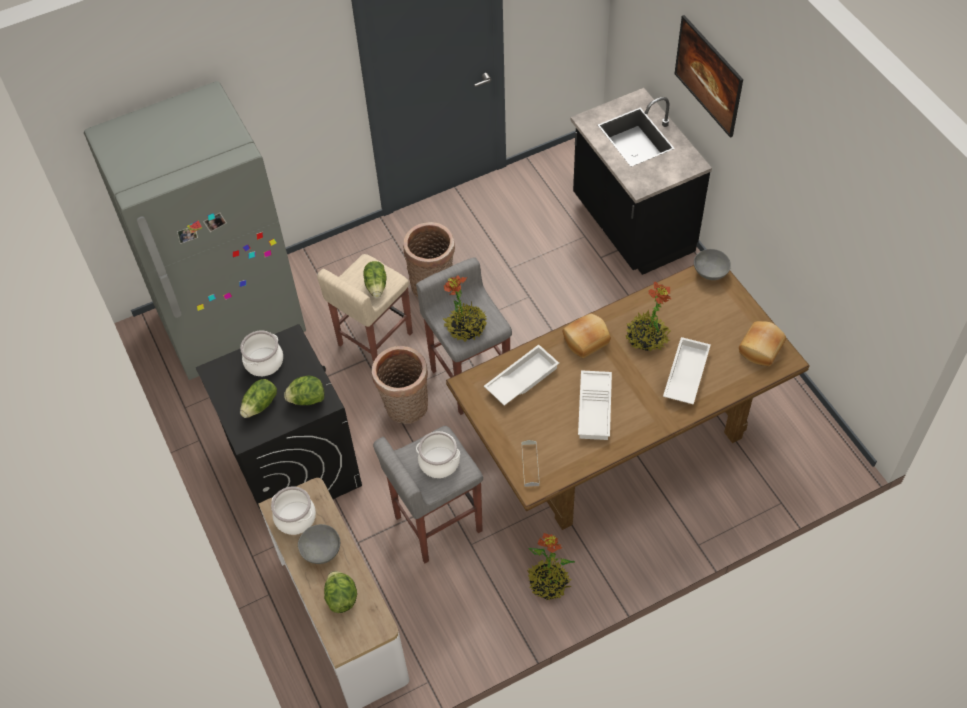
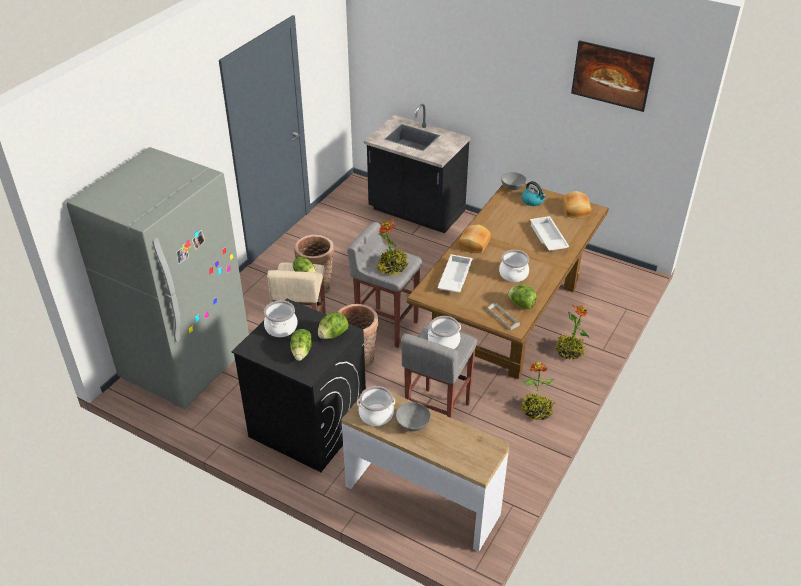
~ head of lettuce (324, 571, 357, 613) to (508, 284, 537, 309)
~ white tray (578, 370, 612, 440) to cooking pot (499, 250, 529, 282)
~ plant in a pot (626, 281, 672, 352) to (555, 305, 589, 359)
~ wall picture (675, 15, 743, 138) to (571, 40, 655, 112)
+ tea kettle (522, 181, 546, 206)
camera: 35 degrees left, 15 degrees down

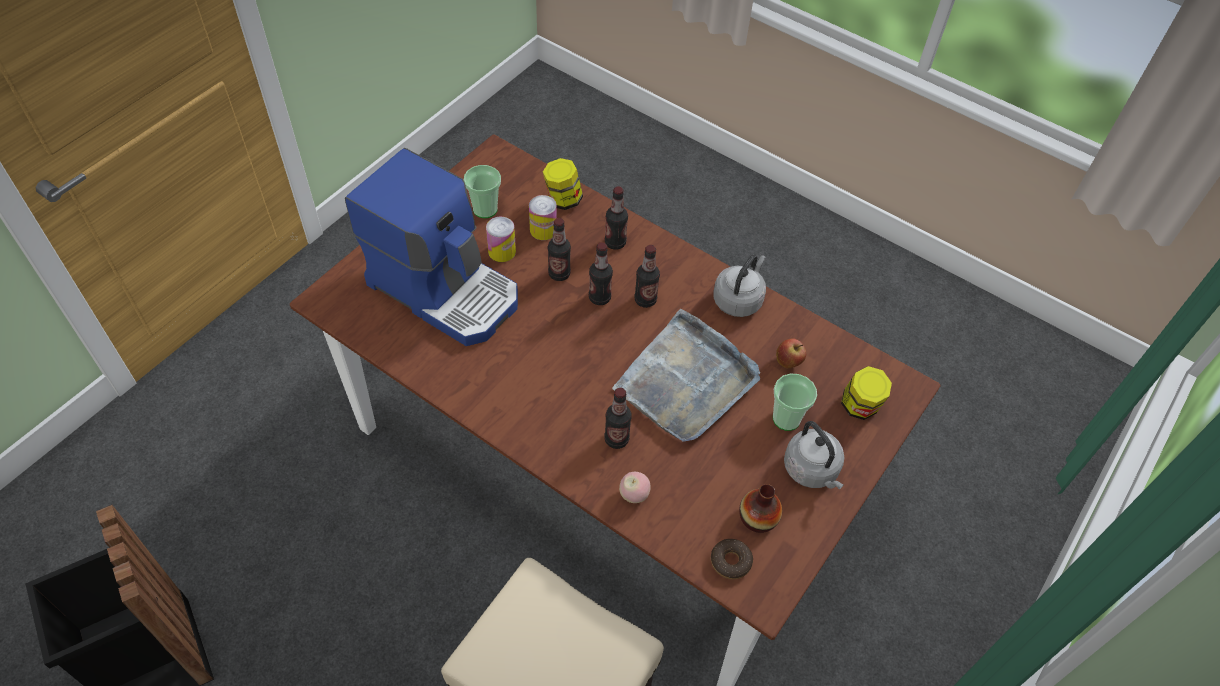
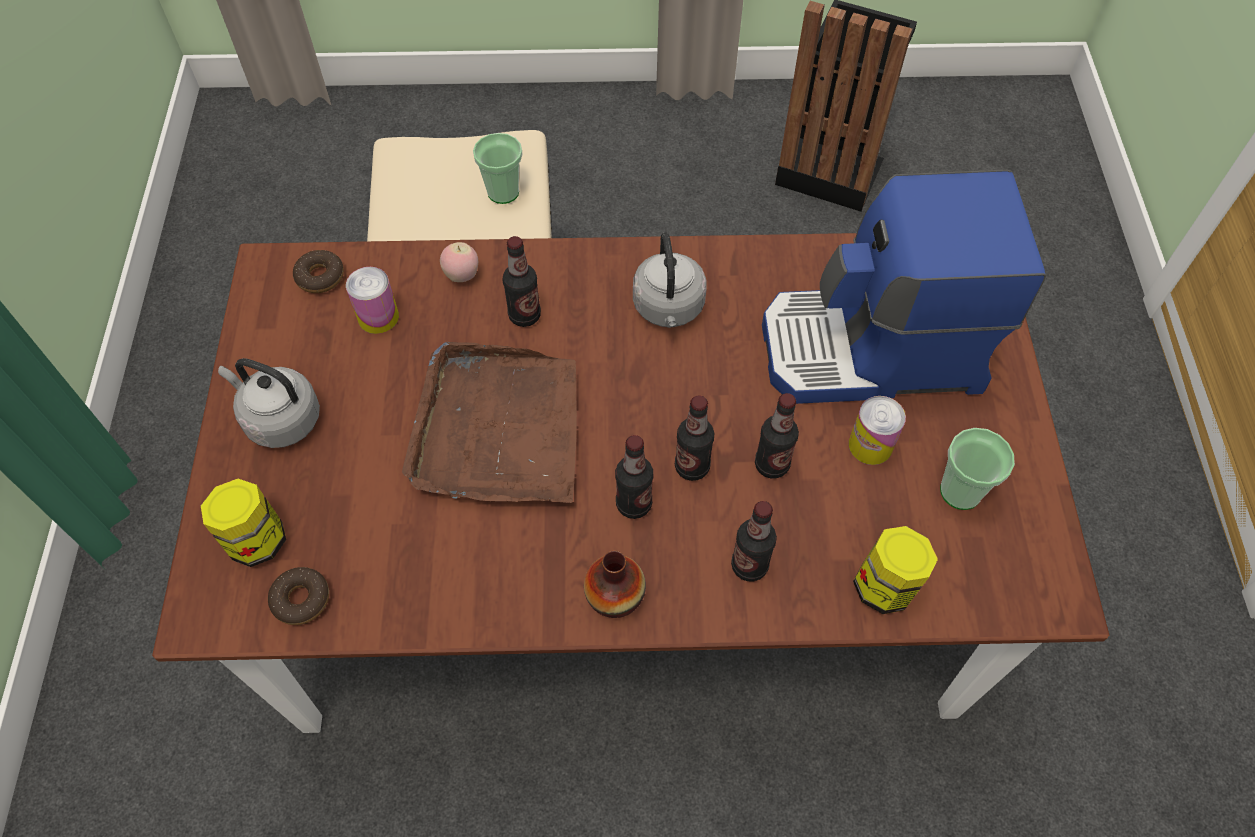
~ metal can (529, 195, 557, 240) to (346, 267, 399, 334)
~ greyish tray (612, 309, 760, 442) to brownish tray (402, 342, 577, 503)
~ greyish tea kettle (713, 254, 766, 317) to (633, 233, 707, 328)
~ flower vase (739, 484, 782, 533) to (584, 551, 646, 618)
~ small cup (773, 374, 817, 431) to (473, 133, 522, 204)
- whole apple (776, 338, 806, 368)
+ donut (268, 567, 329, 625)
camera: 145 degrees right, 5 degrees up

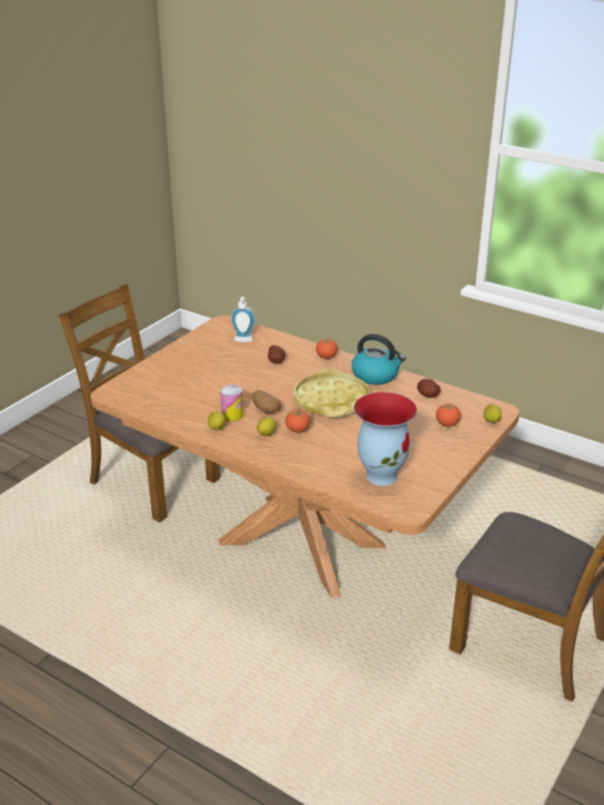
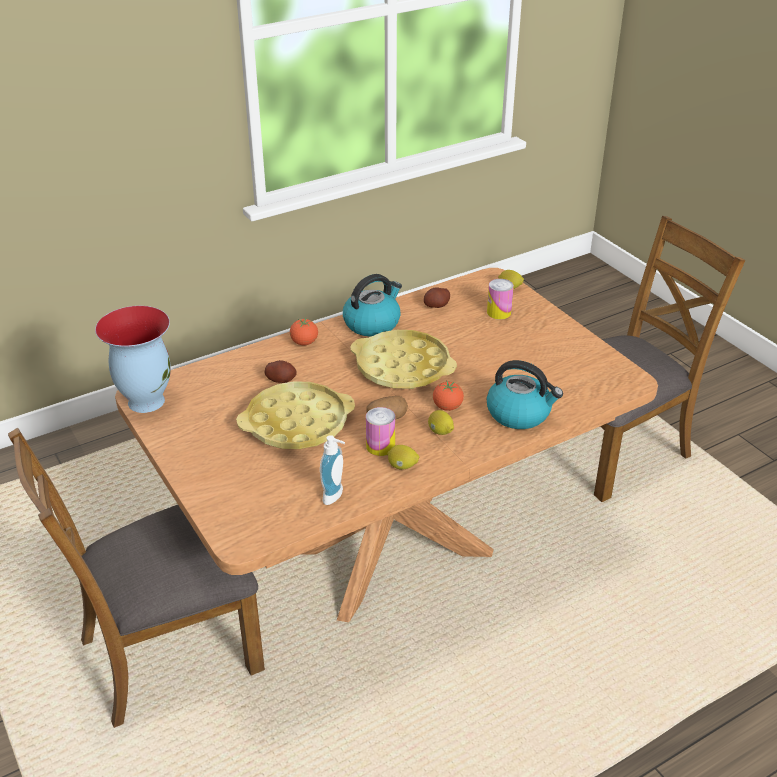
~ soap bottle (230, 297, 256, 342) to (320, 435, 345, 505)
~ flower vase (354, 392, 417, 486) to (95, 306, 171, 413)
~ fresh tomato (436, 404, 461, 427) to metal can (487, 279, 514, 320)
+ yellow-coloured tray (236, 381, 355, 449)
+ tea kettle (487, 360, 563, 429)
camera: 65 degrees left, 5 degrees up

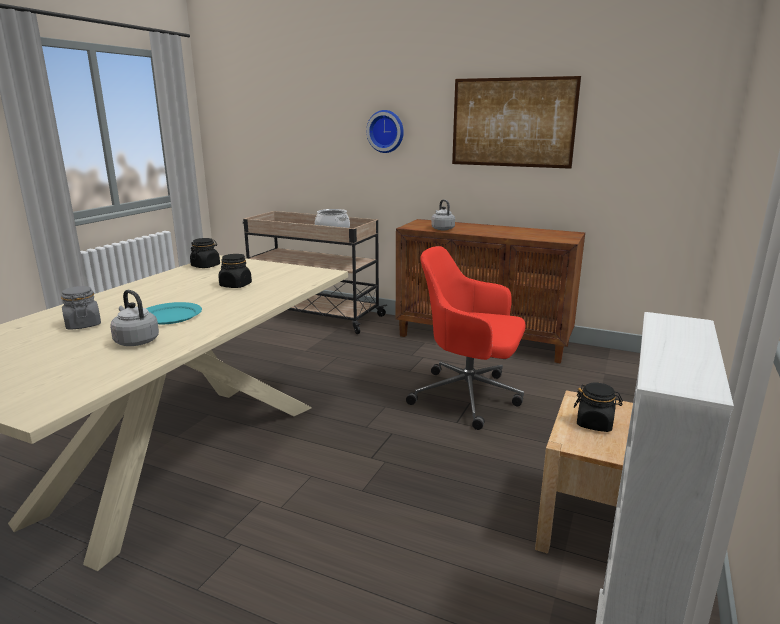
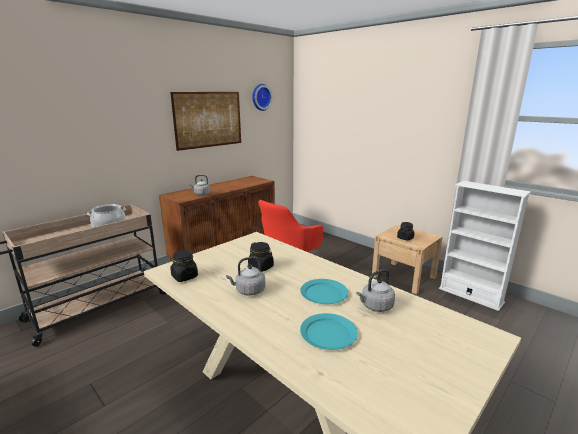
~ greyish jar (61, 286, 101, 330) to turquoise-coloured dinner plate (300, 313, 358, 350)
~ clock on the wall (366, 110, 404, 153) to (252, 84, 273, 111)
+ greyish tea kettle (226, 257, 265, 296)
camera: 70 degrees left, 0 degrees up

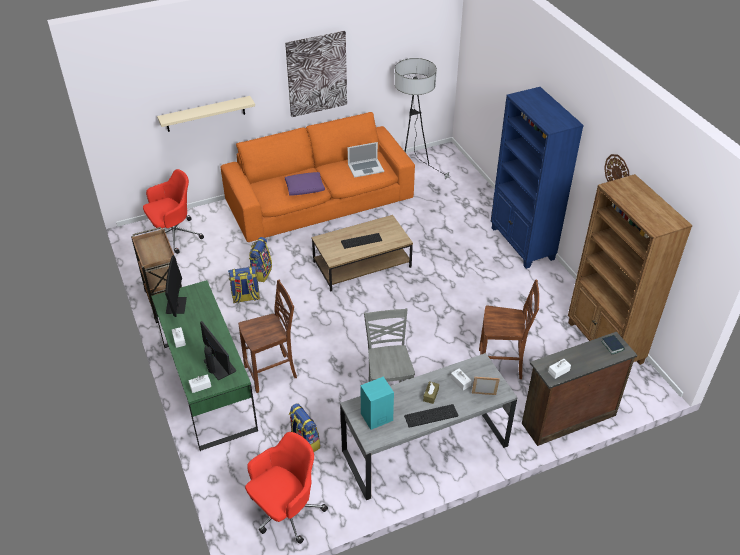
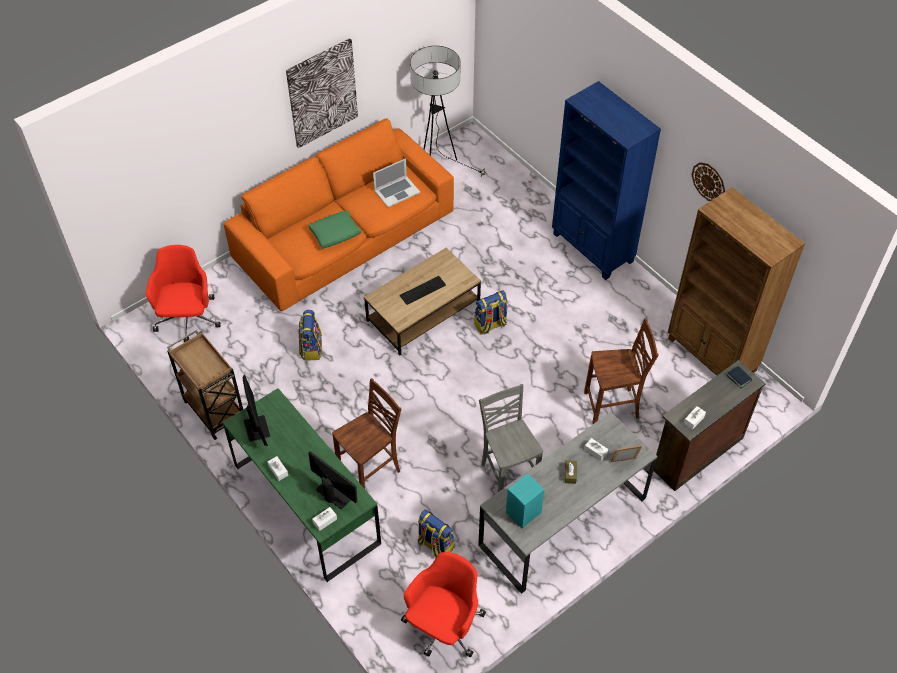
~ red-coloured office chair (143, 169, 204, 254) = (146, 245, 221, 342) 45 degrees counterclockwise
- sand-coloured wall shelf (157, 96, 255, 132)
~ rucksack (228, 266, 260, 303) to (474, 291, 508, 334)
~ purple-coloured cushion (285, 172, 325, 196) to green-coloured cushion (308, 210, 361, 249)
- keyboard (404, 404, 458, 428)
camera: 15 degrees left, 10 degrees up

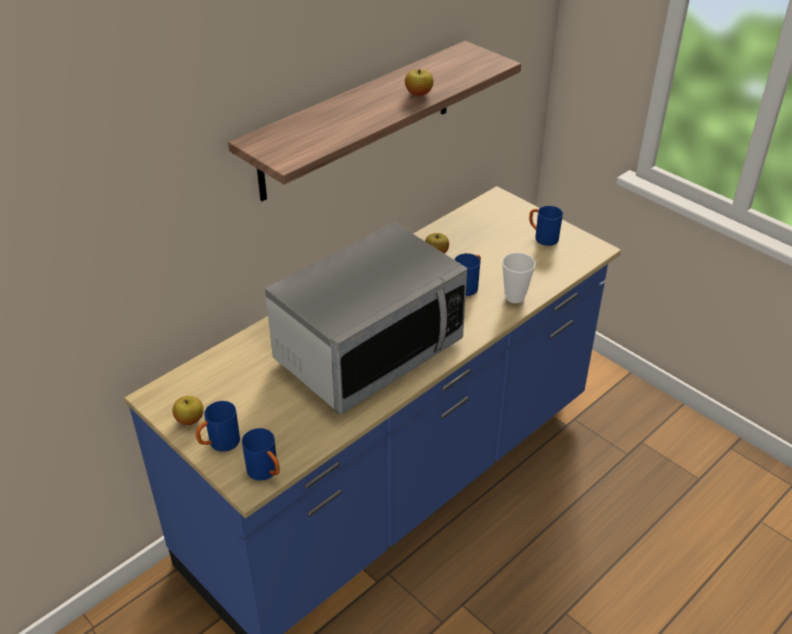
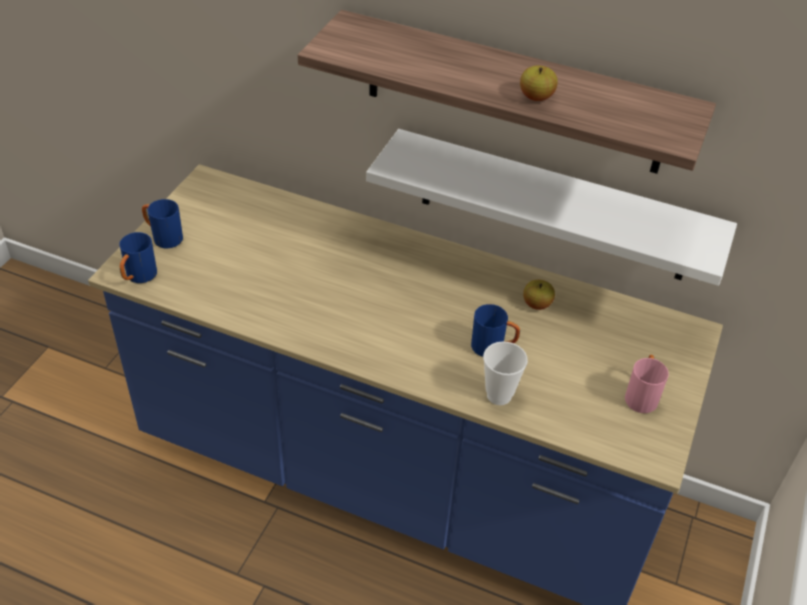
- whole apple (172, 396, 204, 425)
- microwave oven (265, 222, 467, 414)
~ blue tea mug (529, 206, 563, 246) to pinkish tea mug (625, 355, 669, 413)
+ white wall shelf (366, 129, 737, 286)
camera: 65 degrees right, 5 degrees up

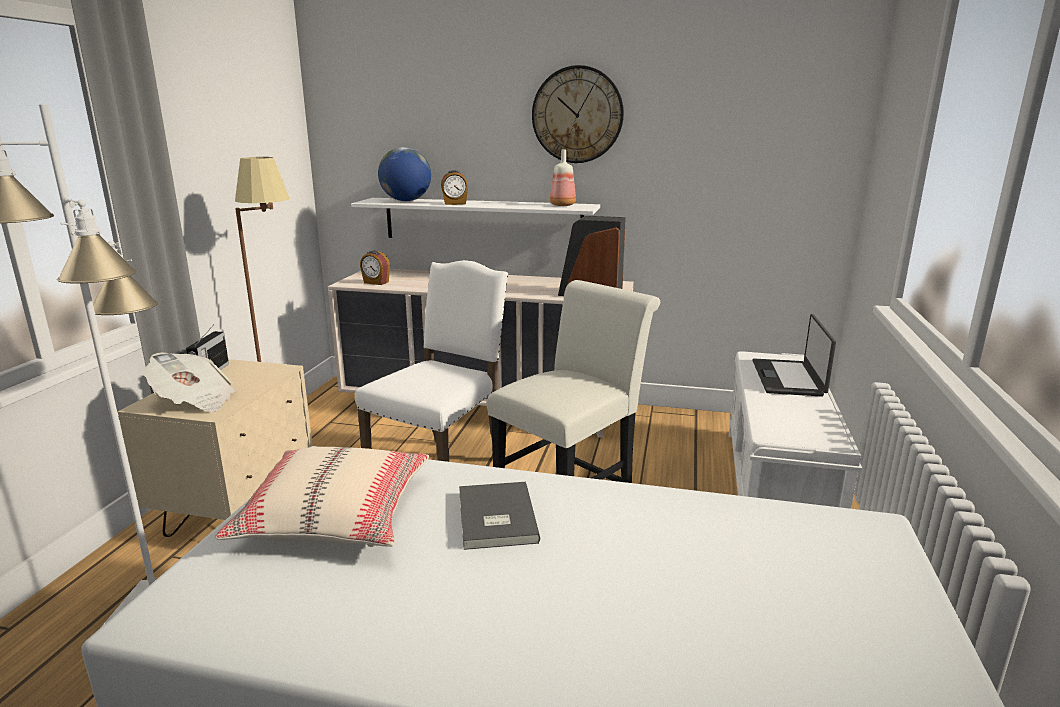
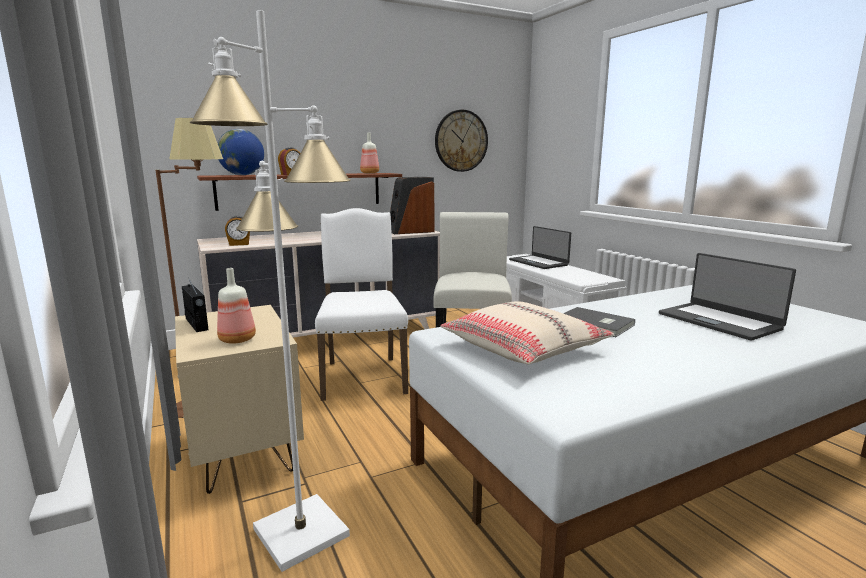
~ printed paper (142, 352, 237, 412) to drink bottle (217, 268, 256, 344)
~ white wall shelf (351, 198, 600, 238) to brownish wall shelf (197, 173, 402, 211)
~ clock on the wall (532, 65, 624, 163) to (435, 110, 488, 172)
+ portable computer (659, 253, 796, 341)
camera: 40 degrees left, 5 degrees down

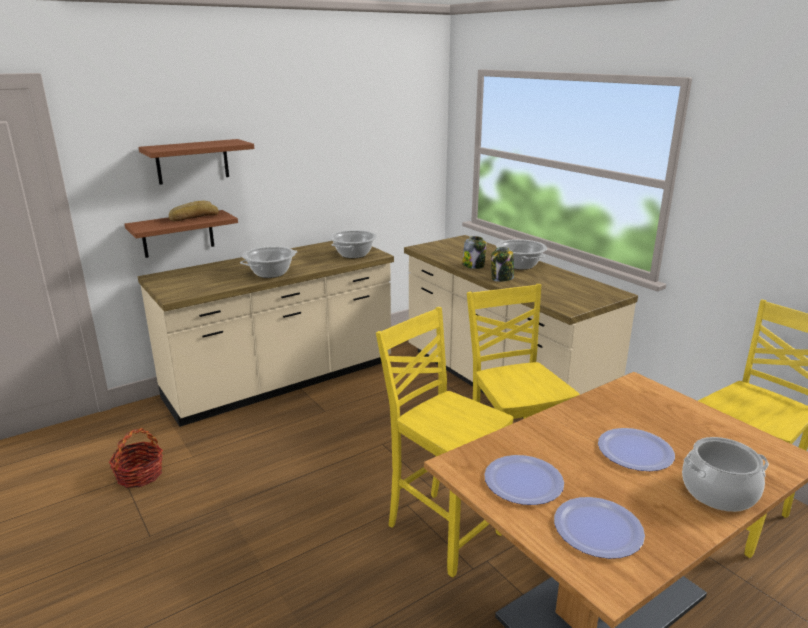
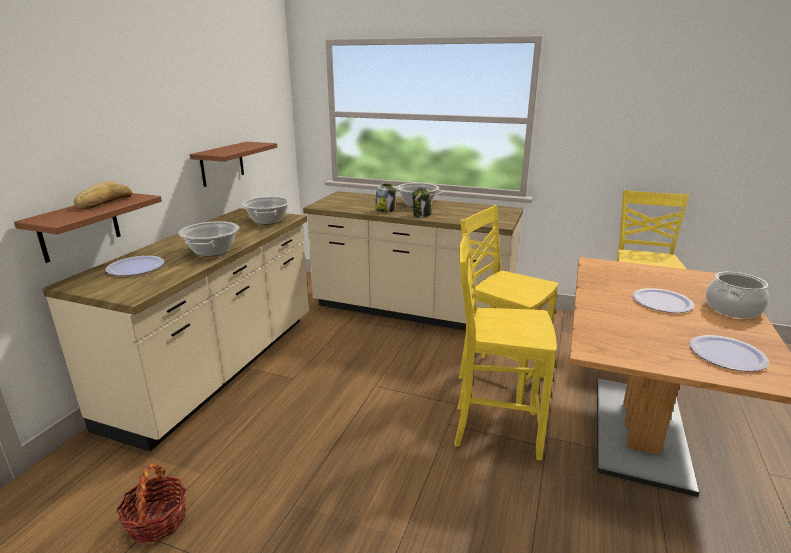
~ brownish wall shelf (138, 139, 254, 185) to (190, 142, 277, 187)
~ dinner plate (484, 455, 564, 505) to (105, 256, 165, 276)
camera: 35 degrees left, 0 degrees up

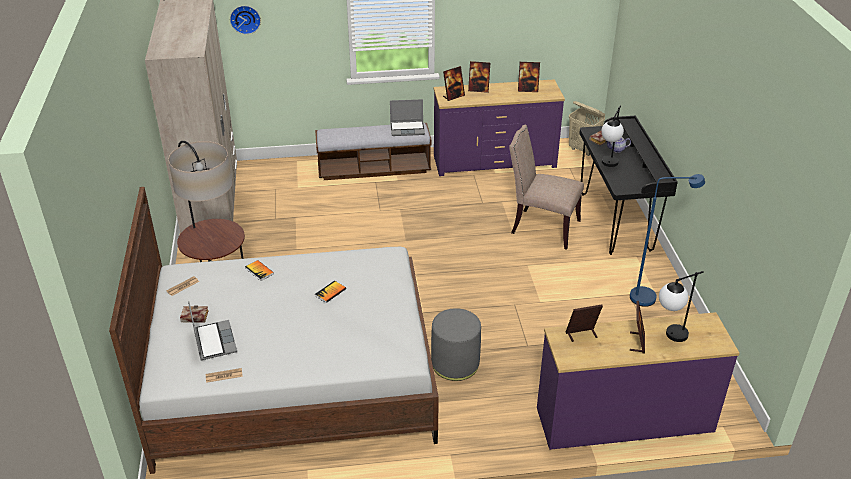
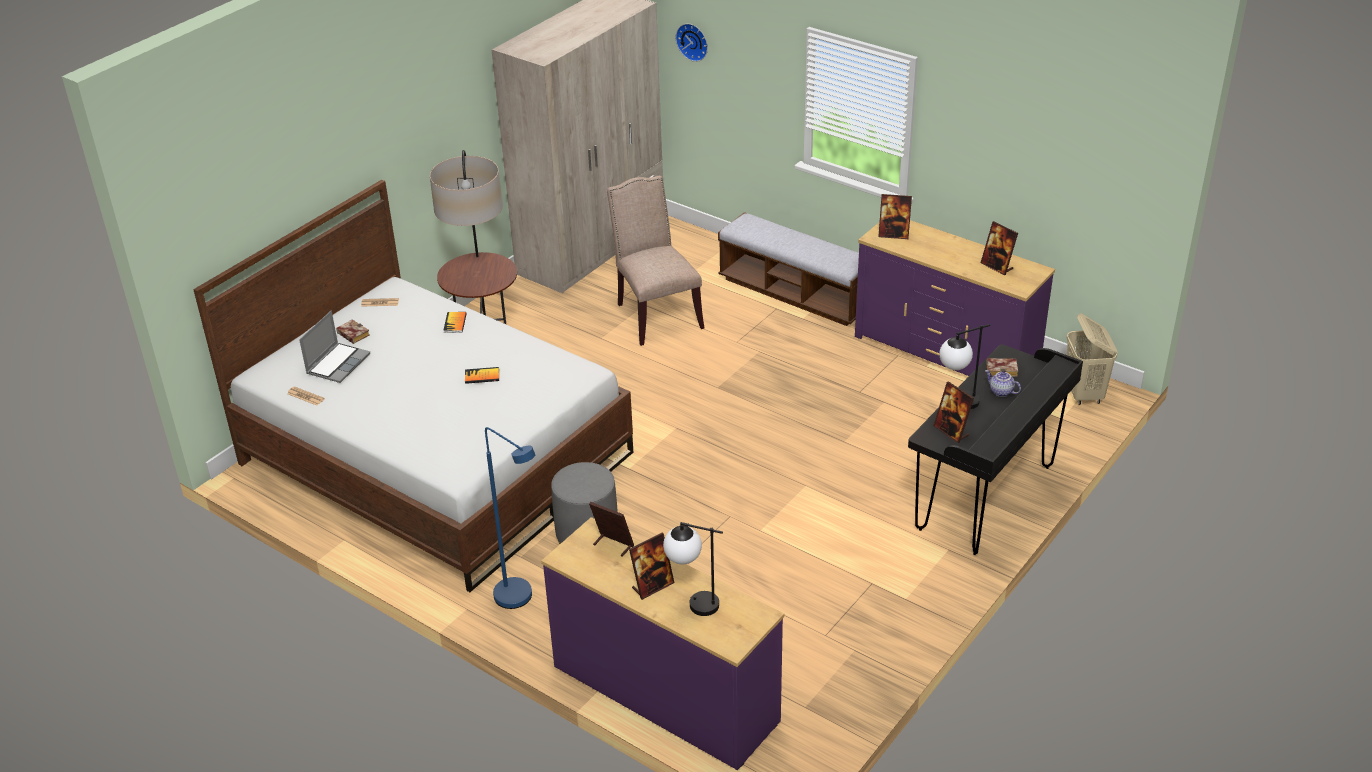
- portable computer (390, 99, 425, 136)
~ picture frame (468, 61, 490, 93) to (933, 381, 974, 443)
~ sand-coloured plain chair (509, 125, 584, 250) to (607, 176, 704, 346)
~ blue standing lamp (630, 174, 705, 307) to (485, 427, 535, 609)
camera: 45 degrees right, 0 degrees up

